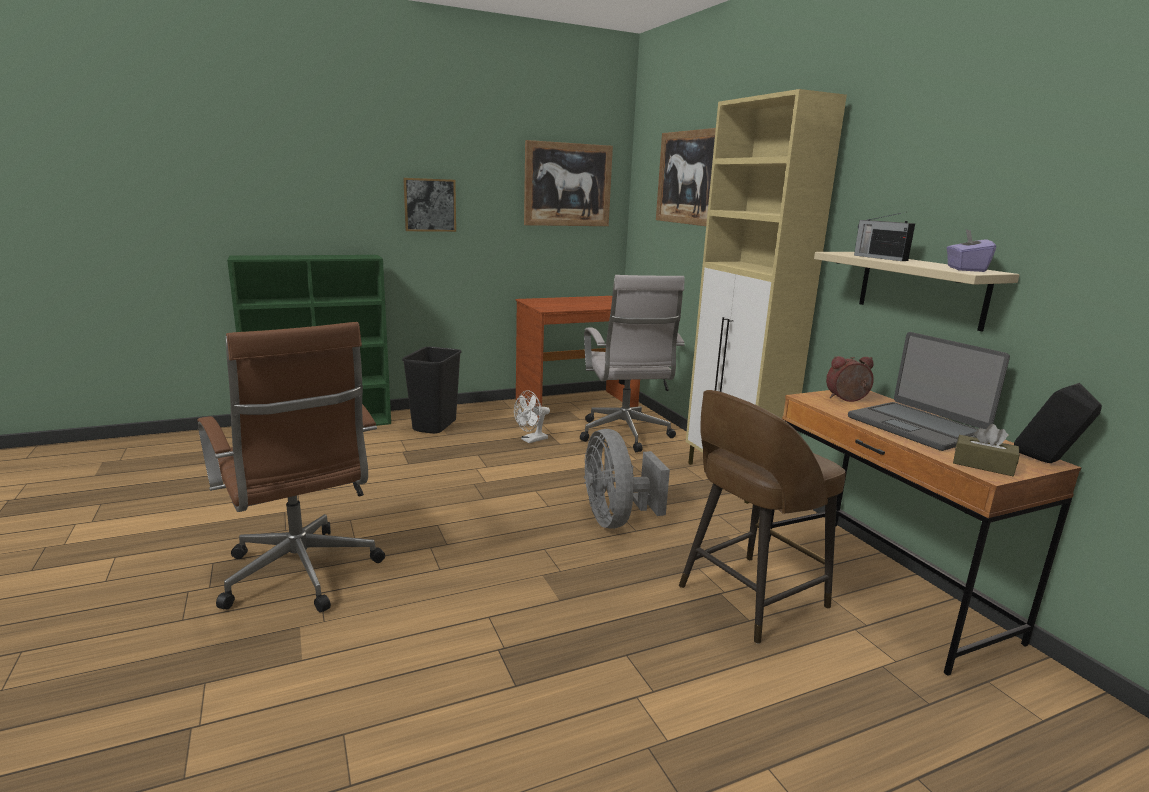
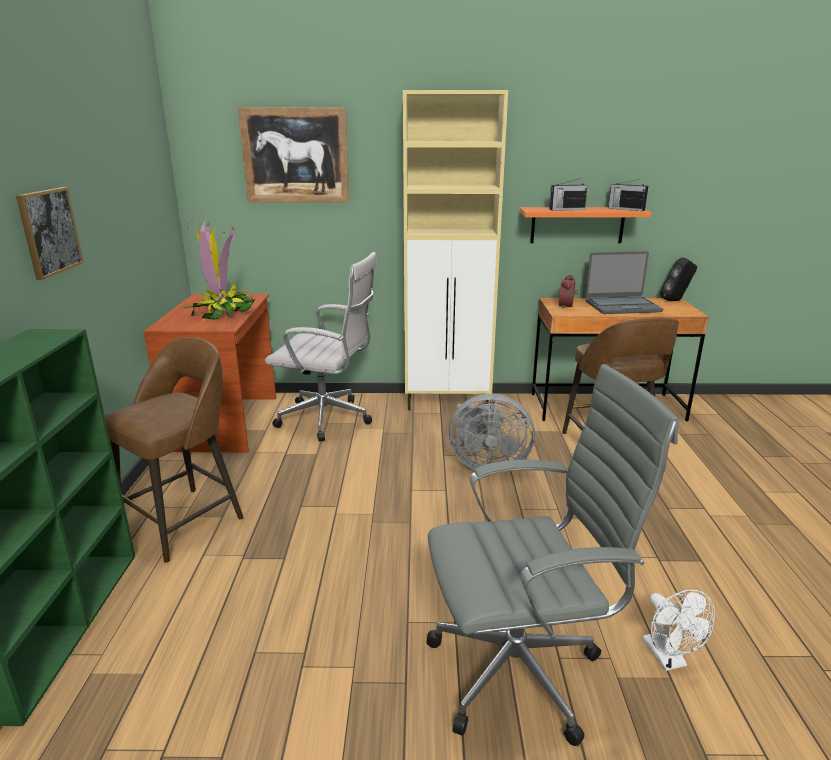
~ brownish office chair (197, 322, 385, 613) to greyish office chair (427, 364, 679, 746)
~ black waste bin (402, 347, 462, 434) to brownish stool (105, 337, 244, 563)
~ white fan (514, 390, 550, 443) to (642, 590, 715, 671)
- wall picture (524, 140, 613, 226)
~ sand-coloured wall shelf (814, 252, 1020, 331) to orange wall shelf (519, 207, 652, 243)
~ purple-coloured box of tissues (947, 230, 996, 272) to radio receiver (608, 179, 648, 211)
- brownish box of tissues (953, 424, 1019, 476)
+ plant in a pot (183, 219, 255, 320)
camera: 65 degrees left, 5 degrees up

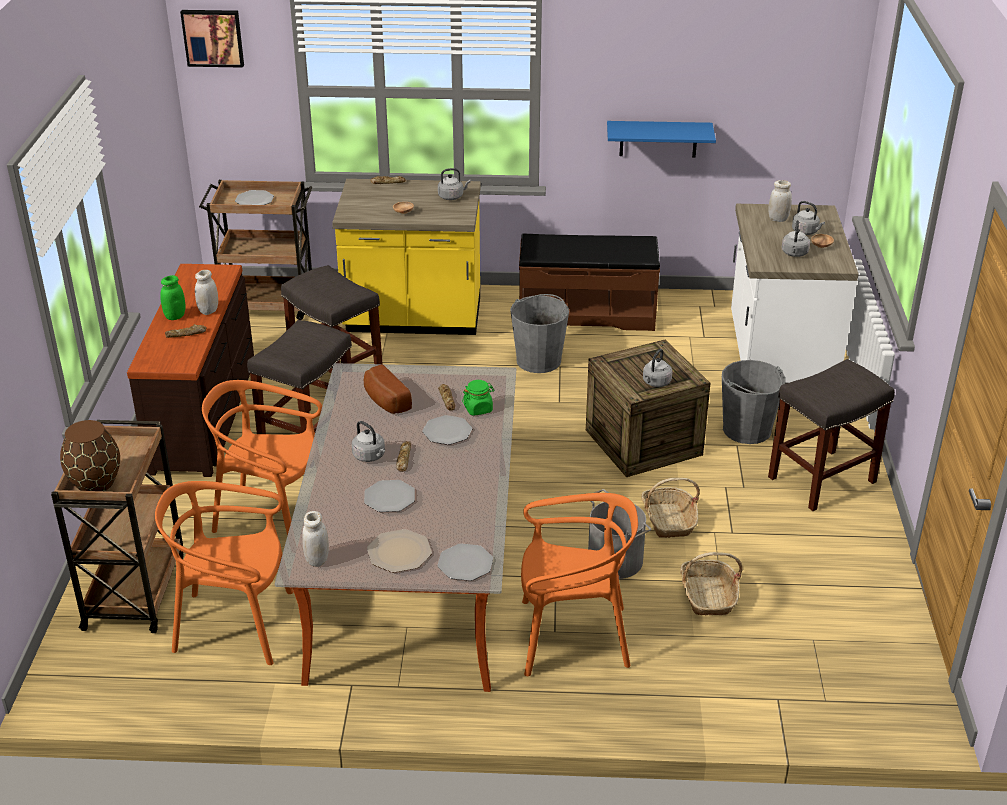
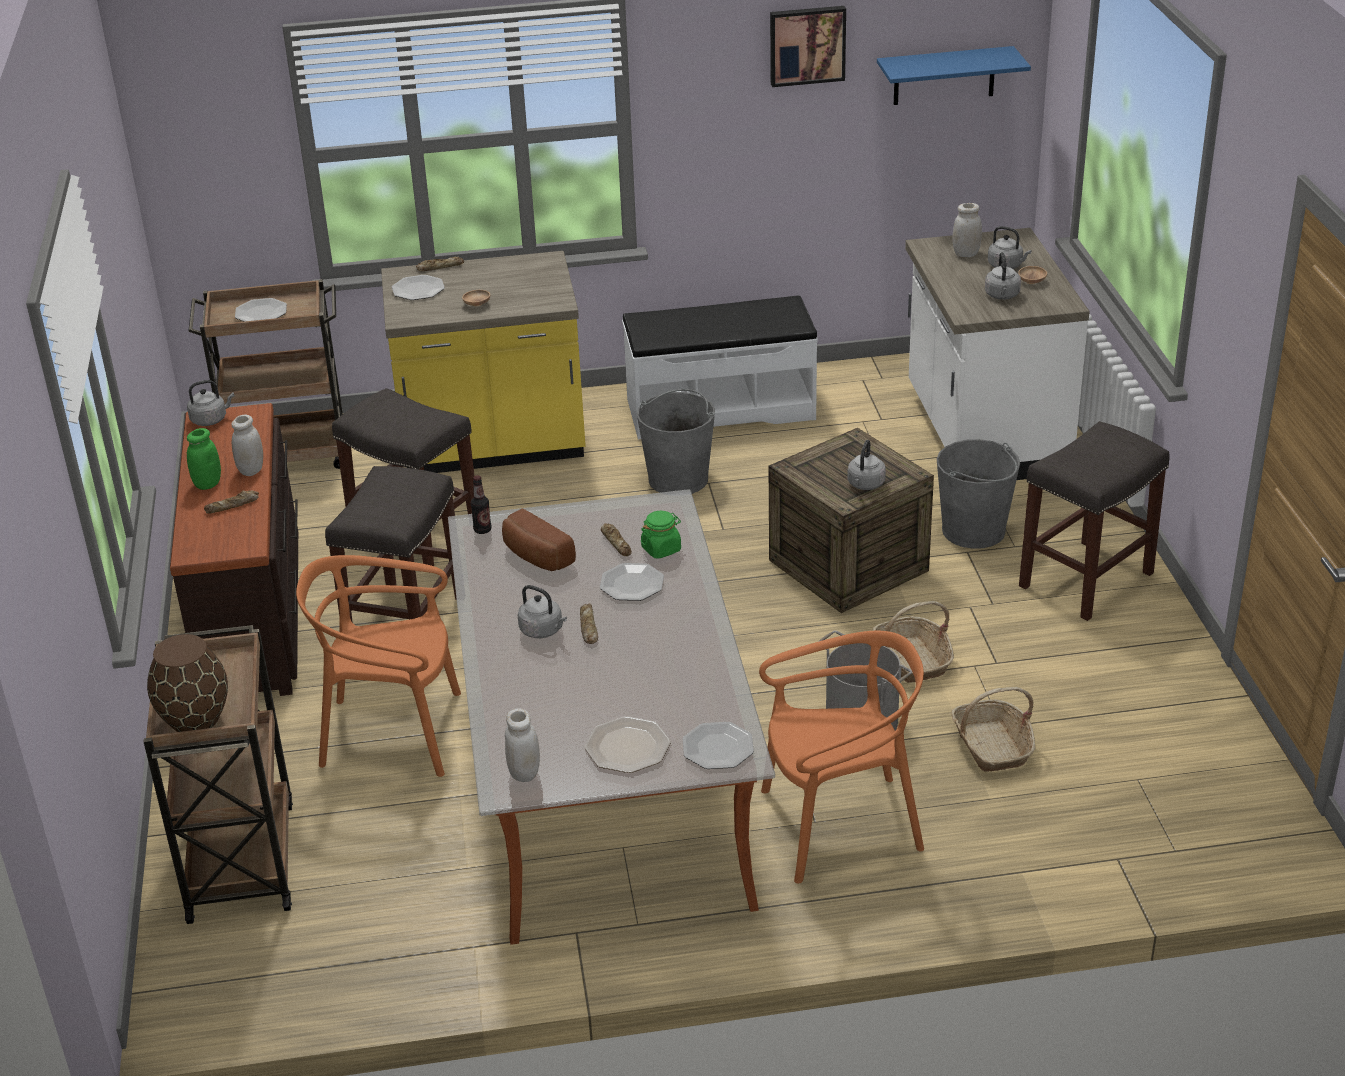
- orange plain chair (155, 481, 293, 665)
~ wall picture (180, 10, 244, 68) to (770, 6, 846, 87)
~ dinner plate (364, 480, 415, 512) to (392, 275, 445, 300)
~ greyish tea kettle (438, 168, 471, 200) to (187, 380, 235, 426)
~ brownish long seat (519, 234, 660, 331) to white long seat (622, 296, 818, 440)
~ blue wall shelf (607, 121, 716, 158) to (877, 46, 1031, 105)
+ drink bottle (471, 475, 492, 534)
camera: 10 degrees left, 0 degrees up

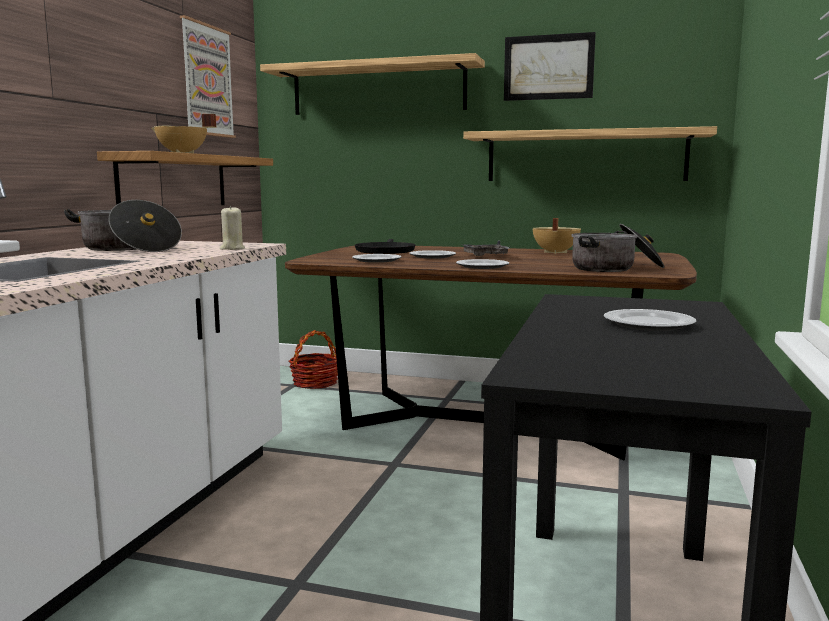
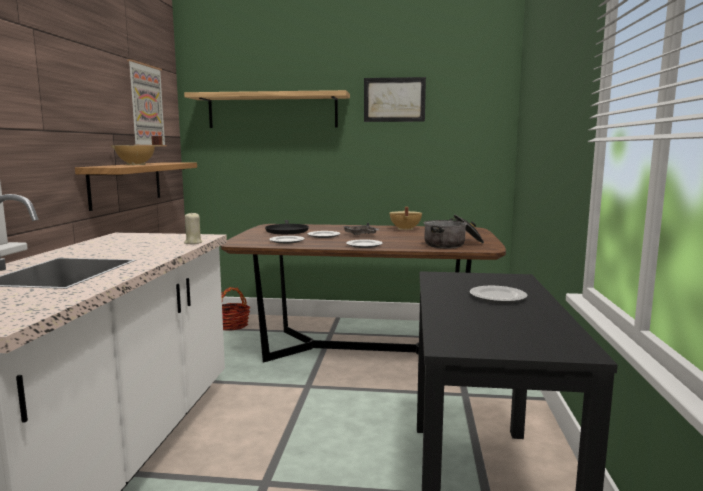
- cooking pot (64, 200, 182, 252)
- wall shelf (463, 126, 717, 181)
camera: 10 degrees left, 0 degrees up

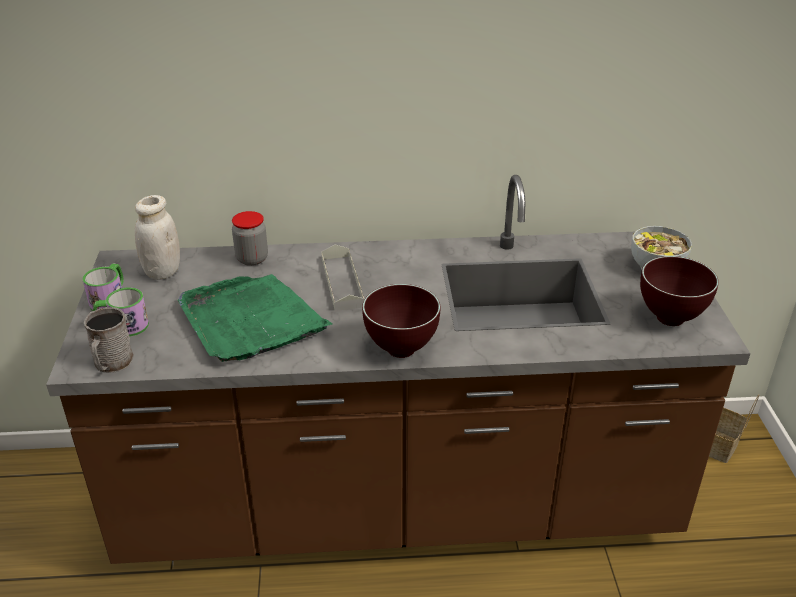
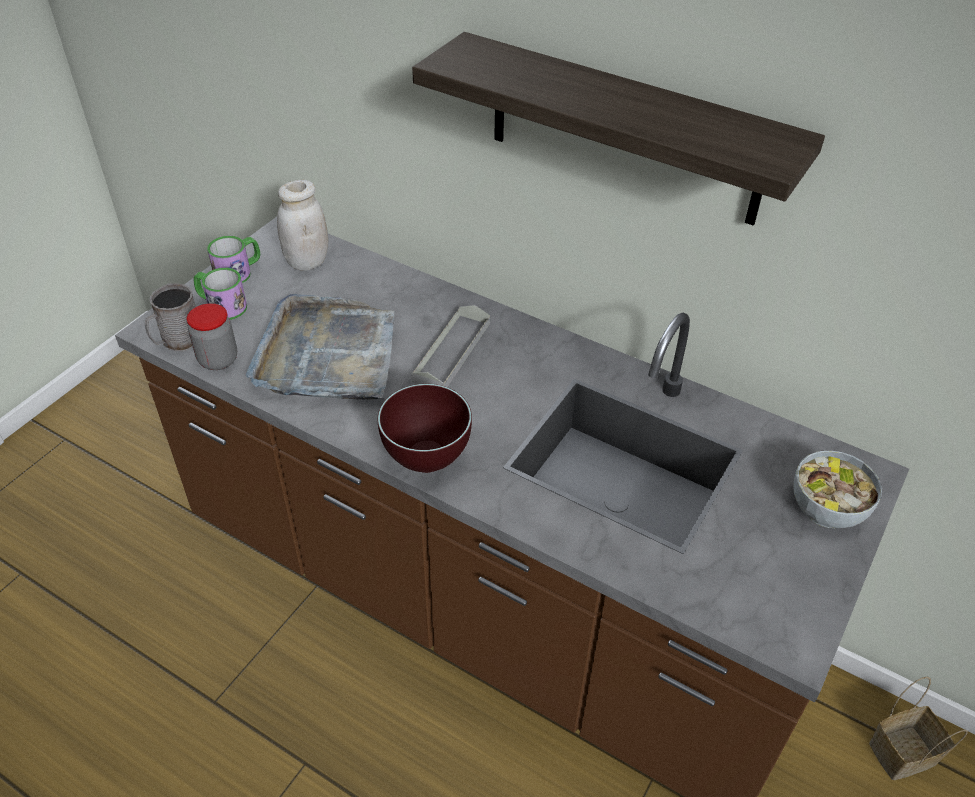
~ green-coloured tray (178, 274, 332, 362) to greyish tray (246, 294, 394, 400)
~ jar (232, 211, 268, 266) to (187, 303, 237, 370)
- brownish serving bowl (640, 256, 719, 326)
+ wall shelf (412, 32, 825, 226)
camera: 35 degrees right, 10 degrees up

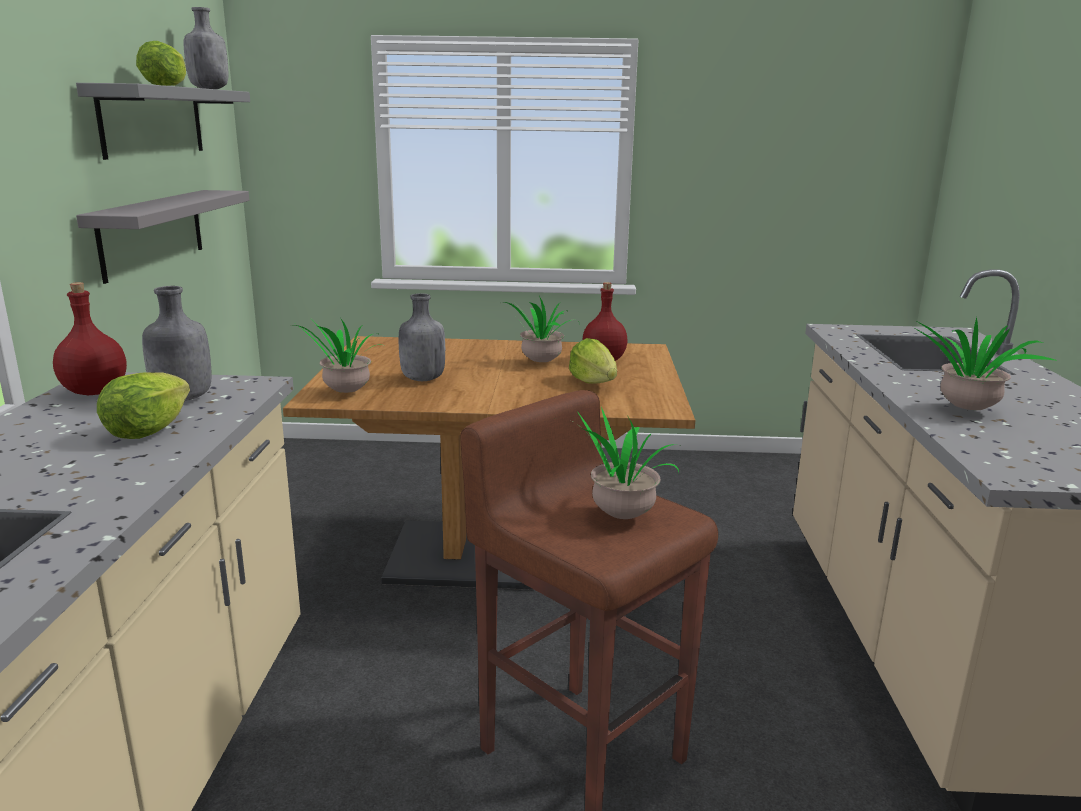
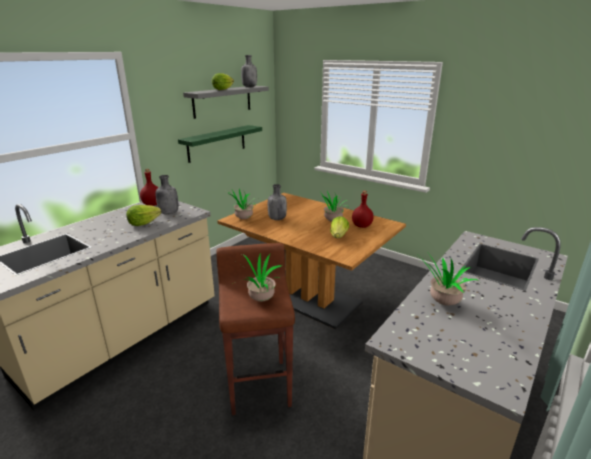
~ greyish wall shelf (76, 190, 249, 284) to green-coloured wall shelf (178, 125, 262, 163)
camera: 35 degrees right, 5 degrees up

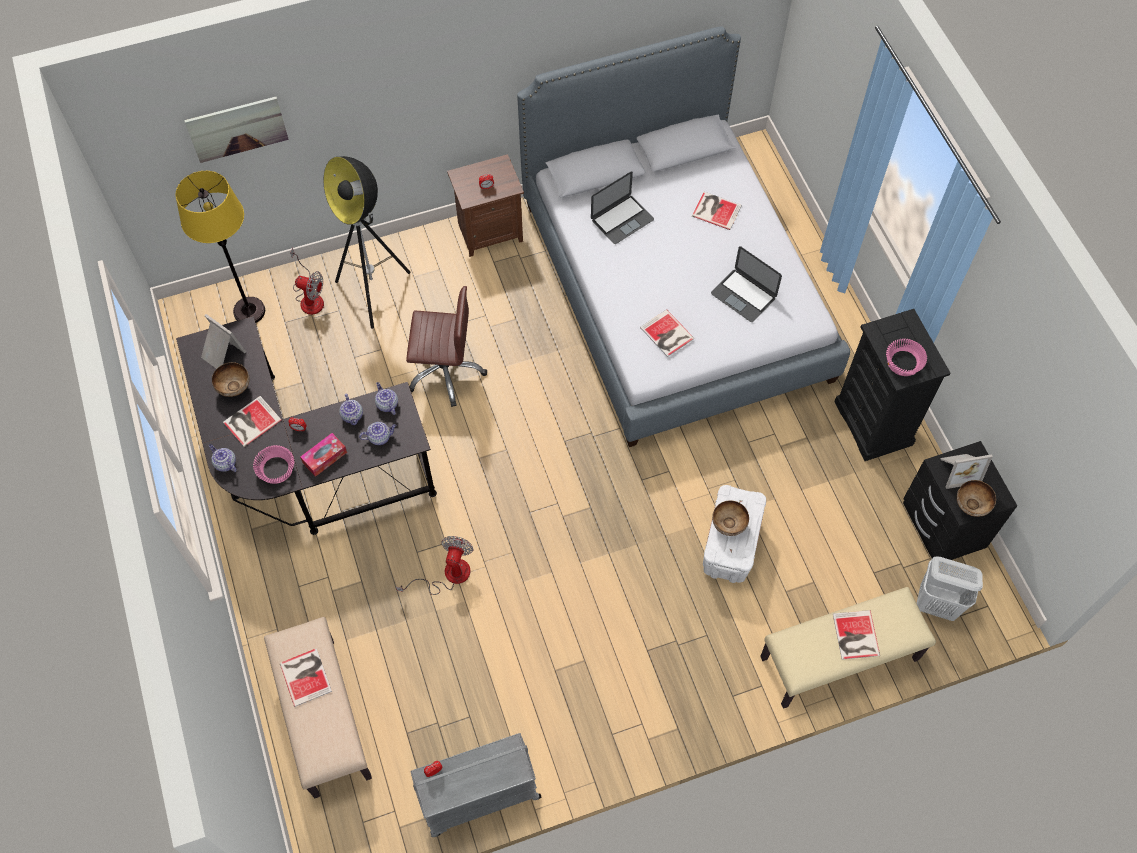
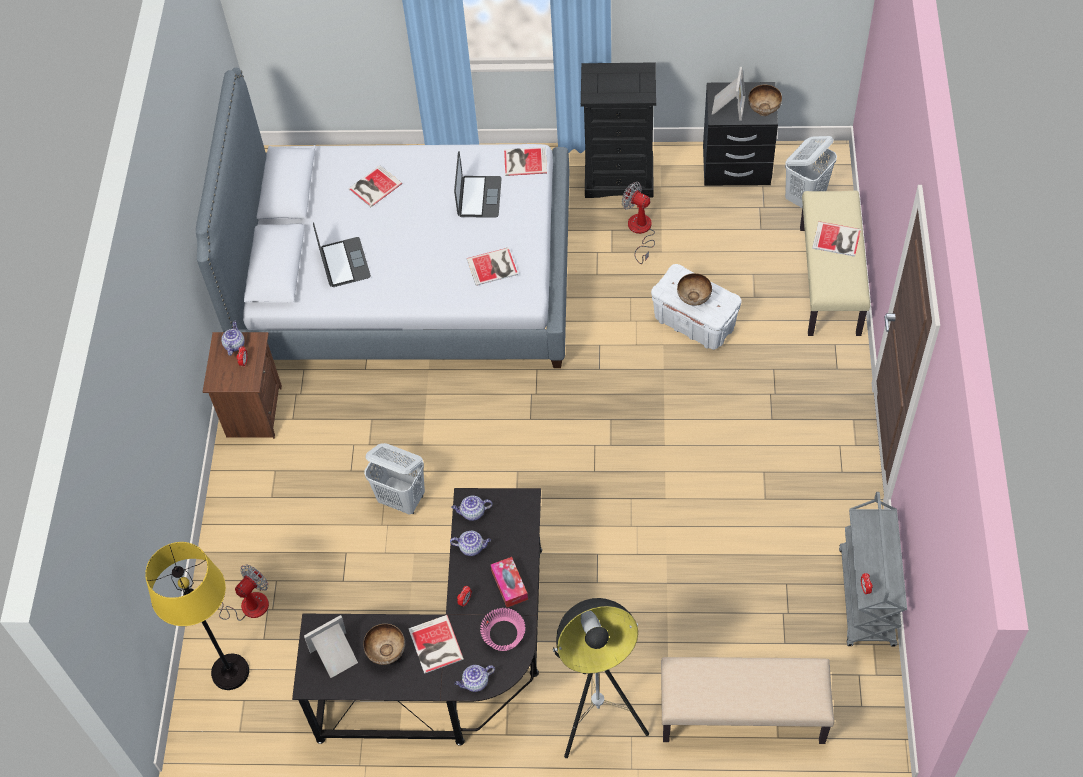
- wall picture (184, 97, 289, 163)
~ volume (280, 648, 332, 707) to (504, 147, 547, 176)
~ standing lamp (323, 156, 411, 329) to (553, 598, 649, 758)
~ teapot (359, 422, 396, 445) to (221, 321, 245, 356)
~ fan (396, 536, 474, 595) to (622, 182, 655, 264)
~ brownish office chair (406, 286, 487, 407) to white washing basket (364, 443, 425, 514)
~ portable computer (711, 246, 782, 322) = (454, 151, 502, 218) 60 degrees counterclockwise
- pinkish serving bowl (886, 339, 927, 376)
camera: 65 degrees left, 5 degrees down

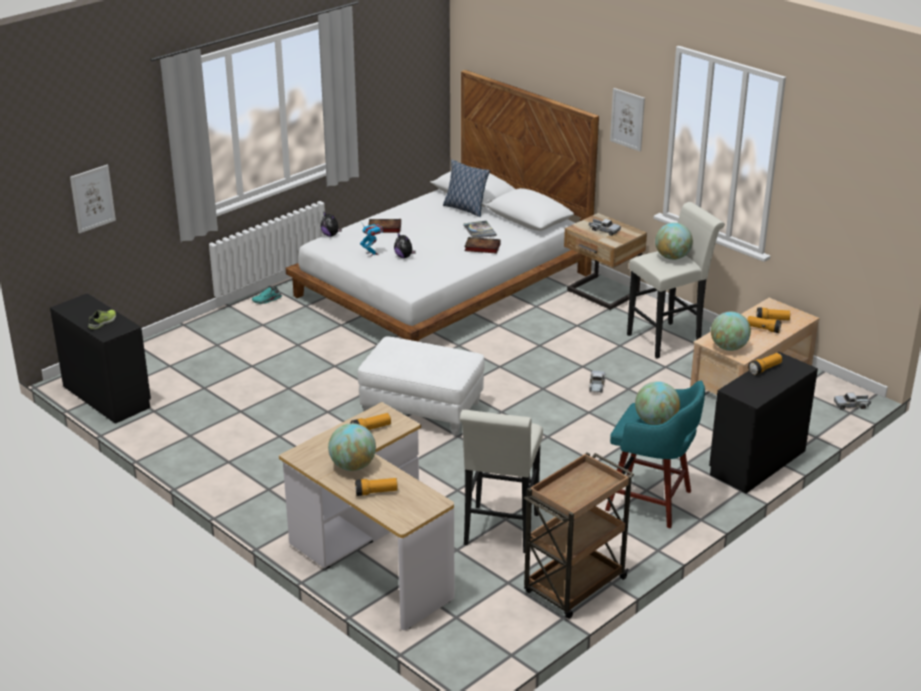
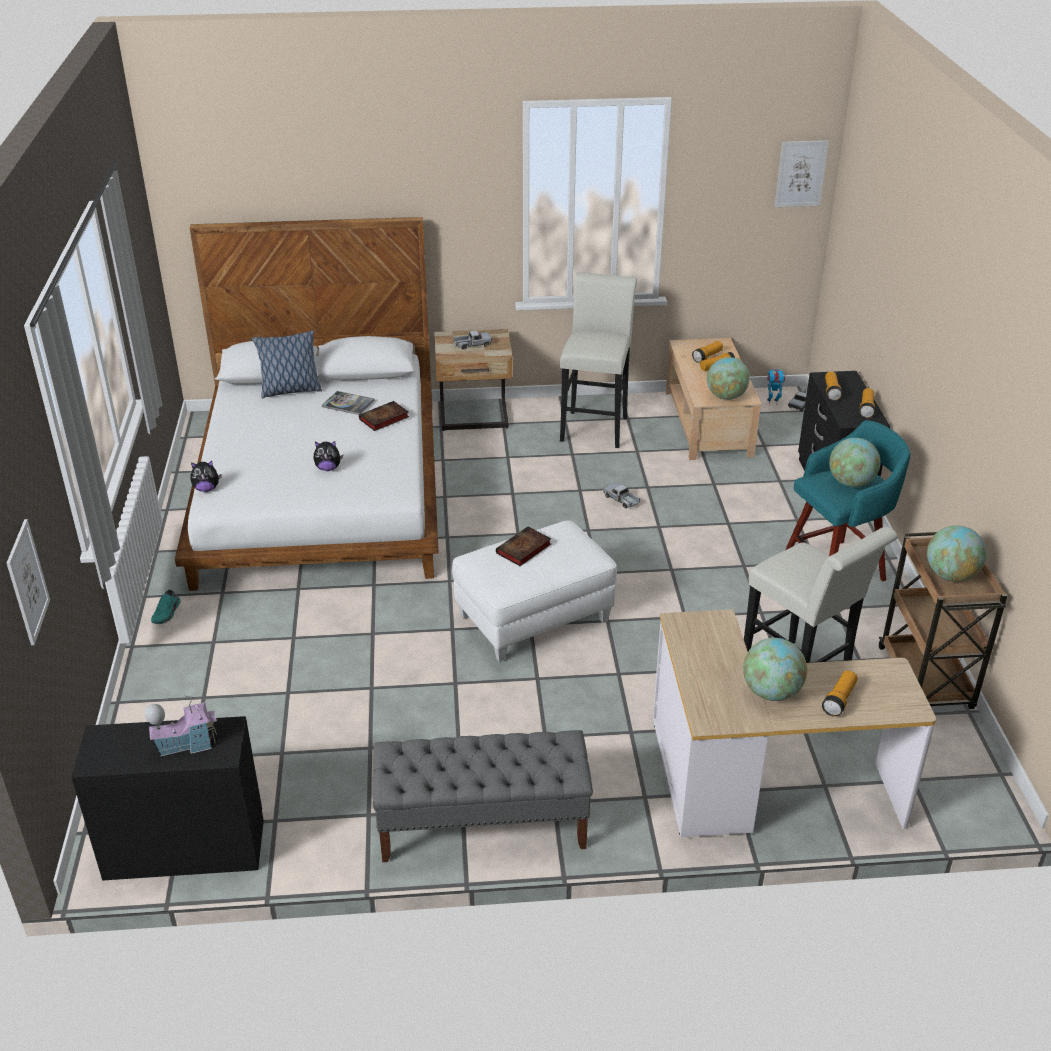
~ shoe (88, 310, 116, 329) to toy house (145, 696, 217, 756)
~ torch (351, 413, 391, 430) to (859, 388, 875, 418)
~ robot figure (360, 222, 383, 256) to (767, 369, 785, 404)
~ volume (368, 219, 401, 233) to (496, 527, 551, 566)
~ wall picture (610, 88, 645, 151) to (775, 140, 829, 207)
~ world globe (655, 223, 693, 260) to (927, 525, 987, 582)
+ greyish long seat (373, 730, 593, 862)
camera: 50 degrees left, 5 degrees up

